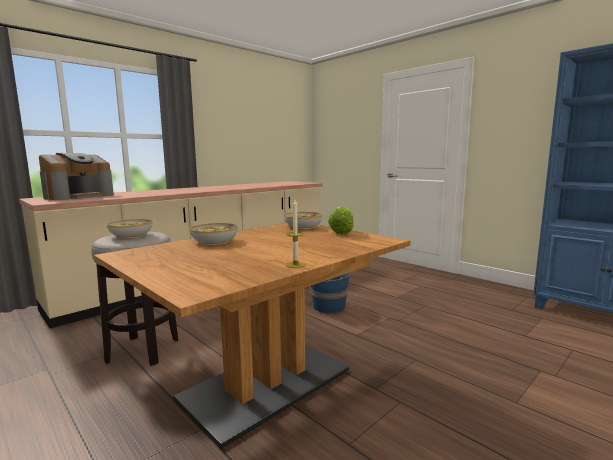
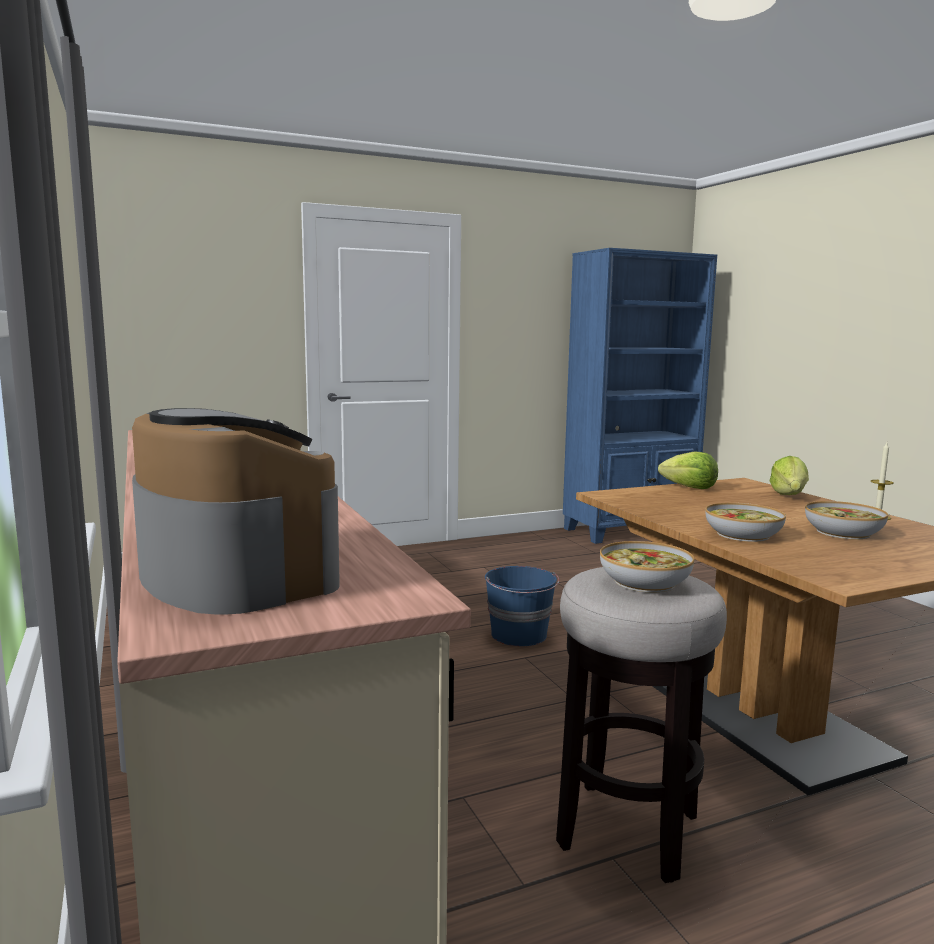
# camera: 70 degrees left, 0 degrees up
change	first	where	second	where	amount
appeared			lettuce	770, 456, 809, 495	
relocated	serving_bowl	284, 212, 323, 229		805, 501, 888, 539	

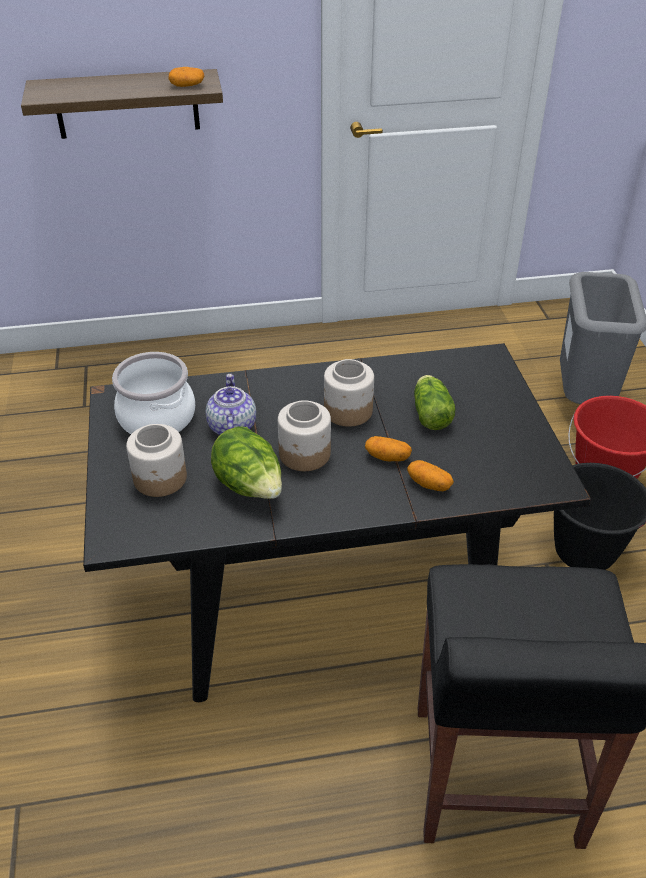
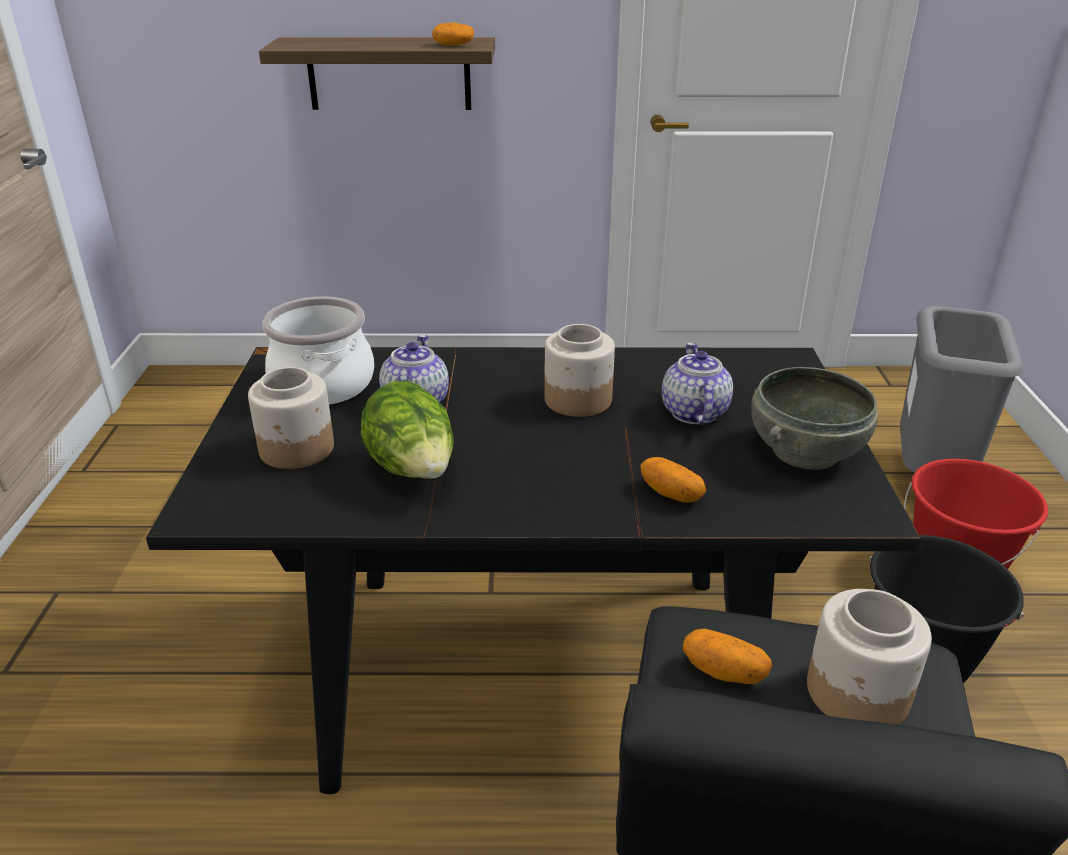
# camera: 10 degrees right, 10 degrees down
change	first	where	second	where	amount
exchanged	lettuce	414, 375, 455, 430	tea_pot	662, 342, 733, 425	
relocated	potato	365, 436, 412, 461		683, 629, 772, 684	
appeared			grey_serving_bowl	751, 367, 878, 470	
relocated	storage_jar	278, 400, 331, 471		807, 589, 932, 724	

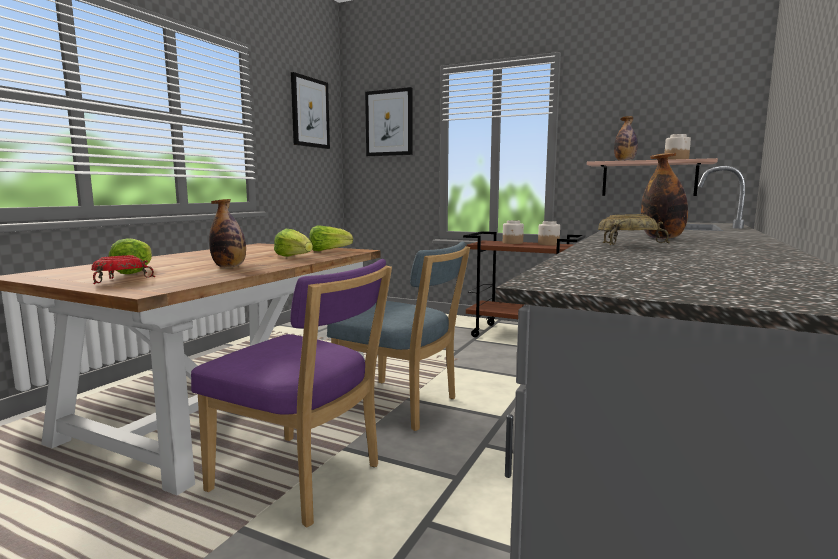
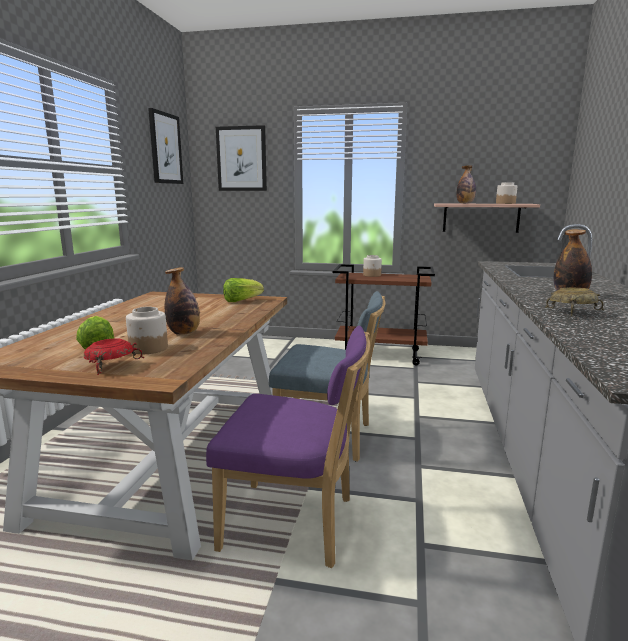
# camera: 15 degrees left, 5 degrees up
change	first	where	second	where	amount
relocated	storage_jar	538, 221, 560, 246		126, 307, 168, 354	
missing	lettuce	274, 229, 313, 257			

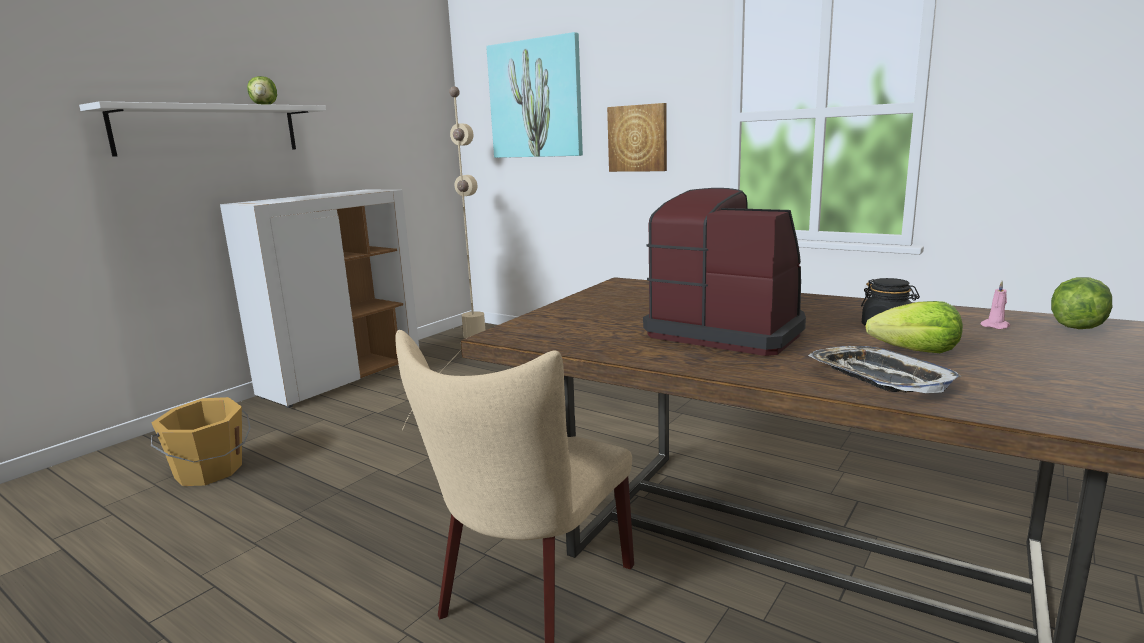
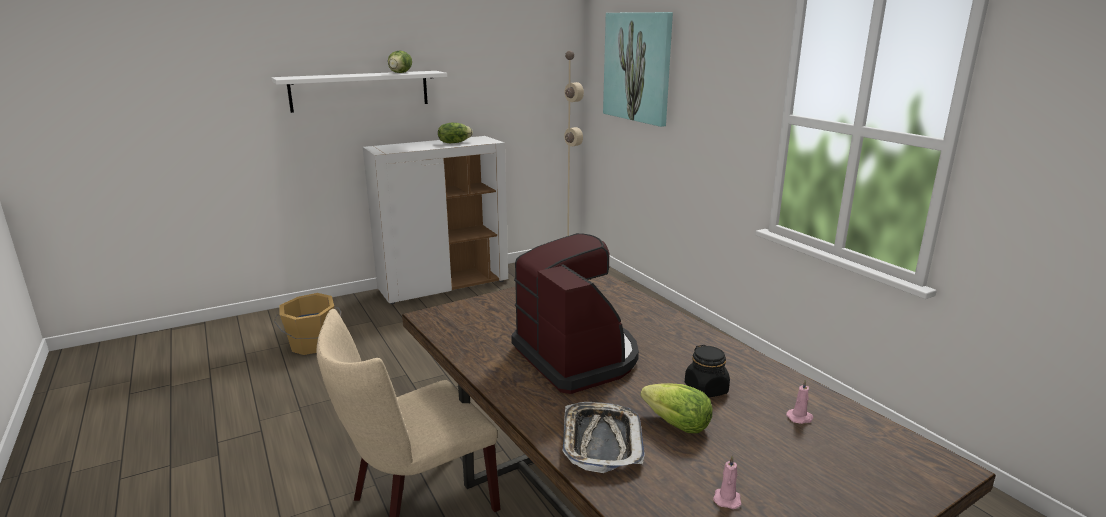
# camera: 25 degrees right, 5 degrees up
change	first	where	second	where	amount
relocated	lettuce	1051, 277, 1112, 329		438, 123, 473, 143	
appeared			pink-coloured_candle	713, 455, 741, 509	
missing	wall_art	607, 103, 667, 172			

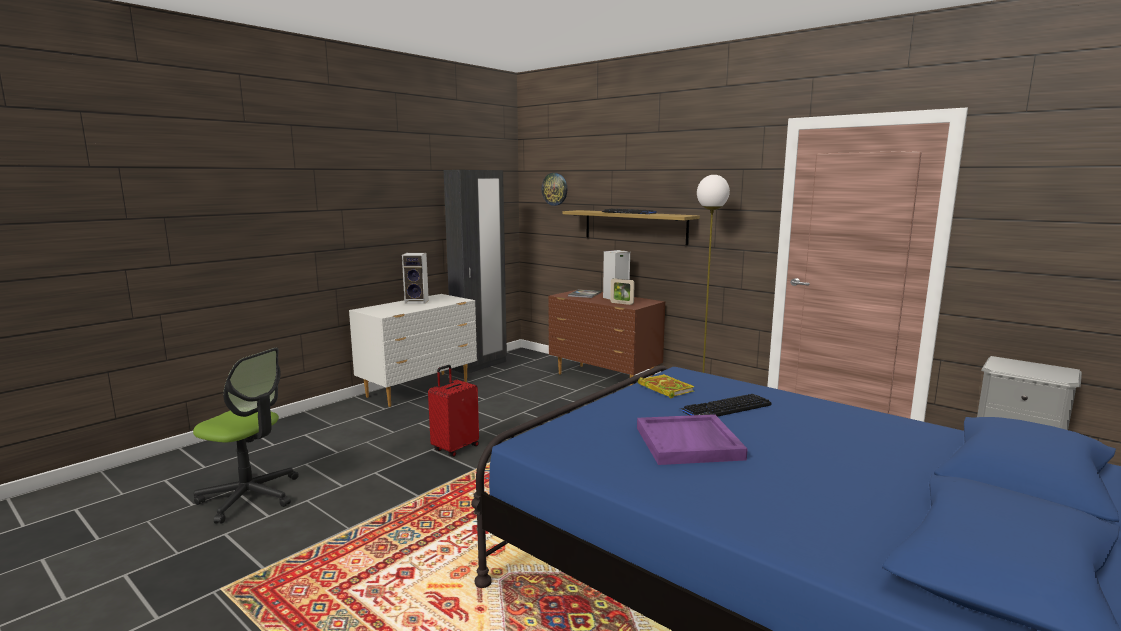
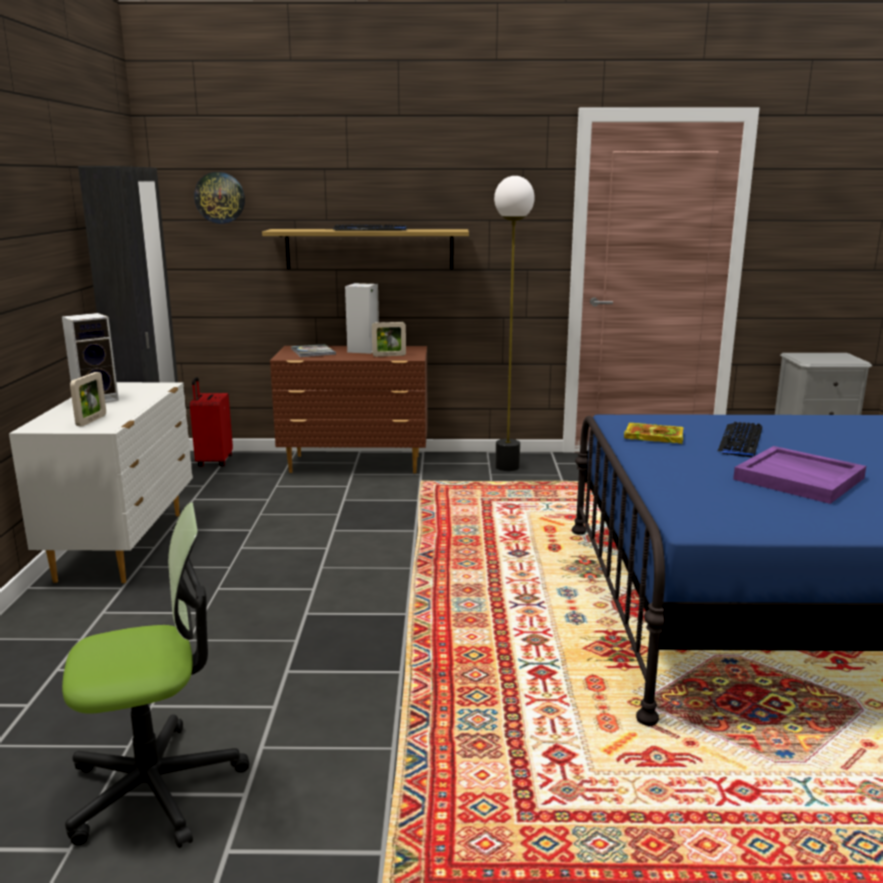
# camera: 40 degrees left, 5 degrees up
change	first	where	second	where	amount
appeared			picture_frame	70, 372, 106, 426	
relocated	red-coloured_piece_of_luggage	428, 365, 479, 457		190, 377, 233, 467	

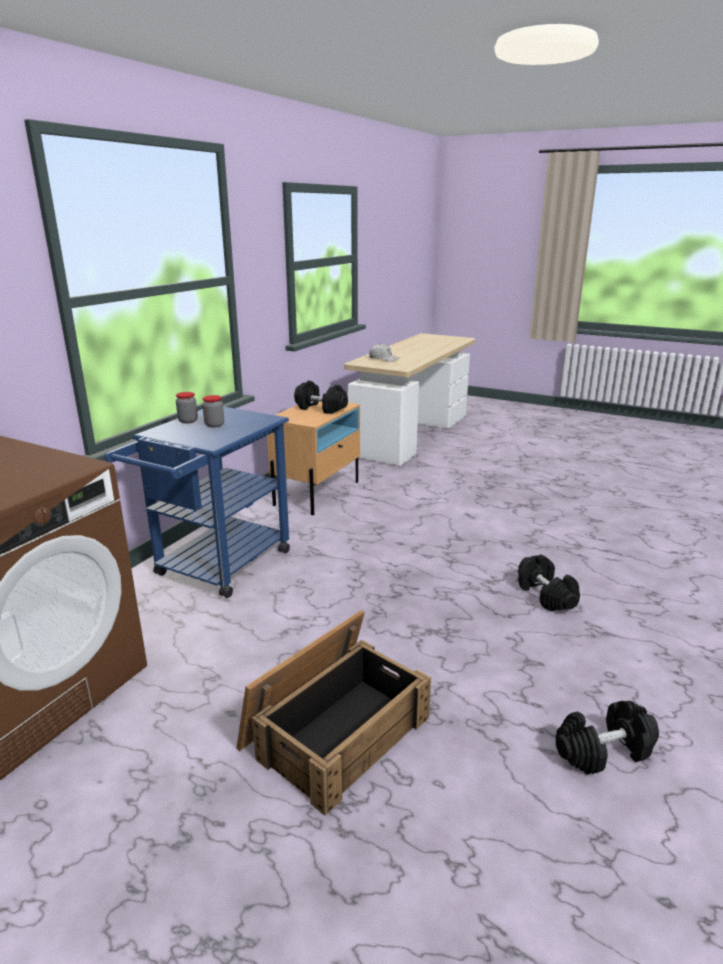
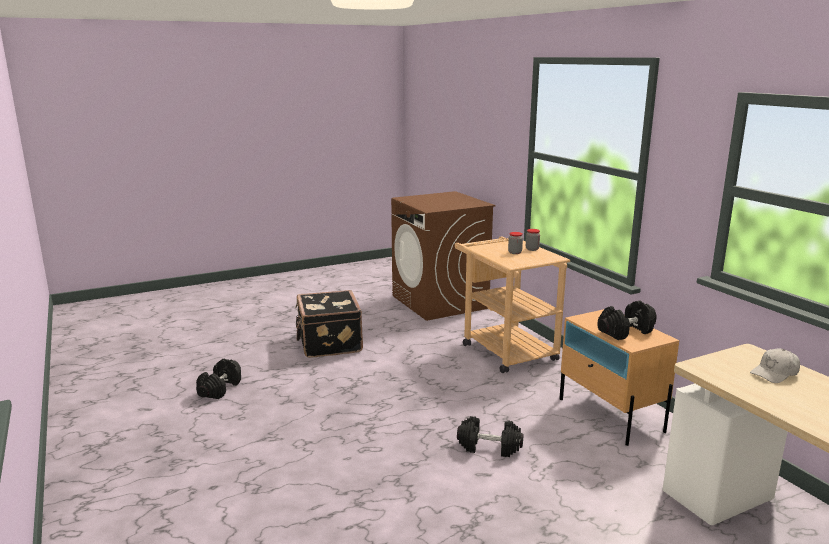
# camera: 125 degrees right, 5 degrees down
change	first	where	second	where	amount
exchanged	crate	237, 610, 431, 816	blackish_piece_of_luggage	295, 290, 363, 358	
colour	blue-coloured_wheeled_cart	104, 407, 290, 598	beige-coloured_wheeled_cart	455, 236, 570, 373	
relocated	blackish_free_weight	518, 554, 580, 611		457, 416, 524, 457	

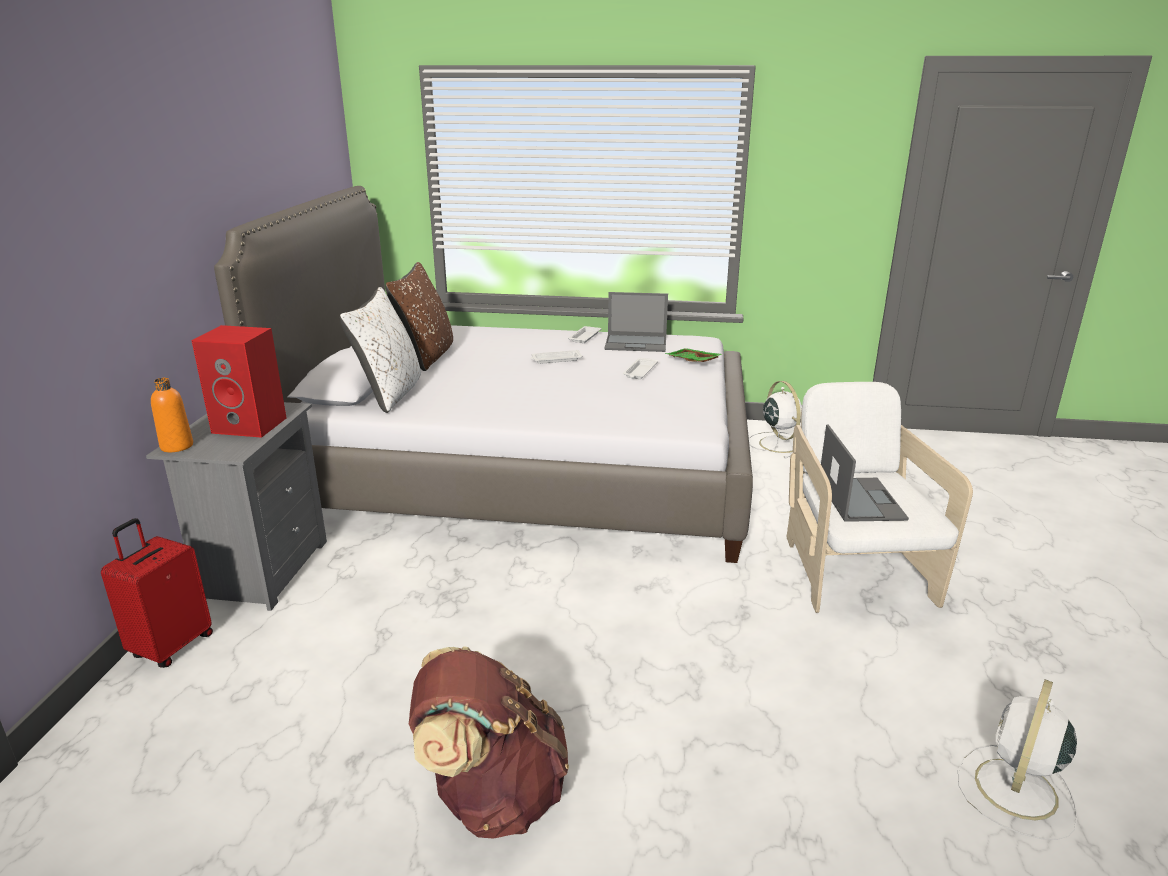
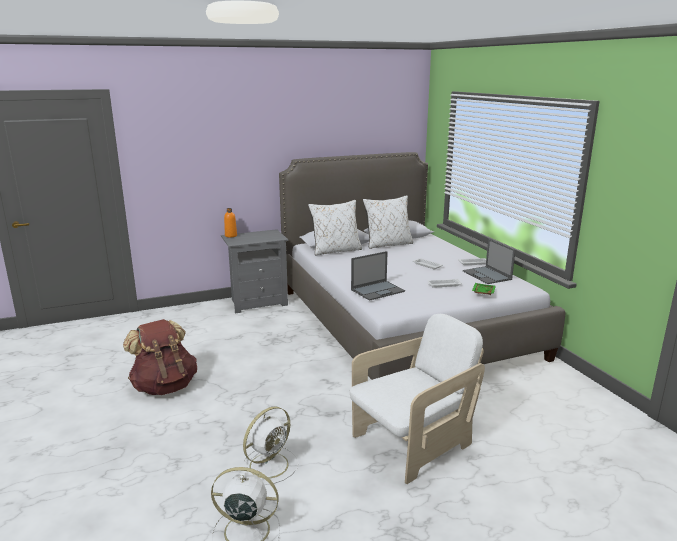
# camera: 60 degrees right, 5 degrees down
change	first	where	second	where	amount
relocated	white-coloured_electric_fan	749, 381, 802, 458		239, 406, 299, 485	
relocated	notebook_computer	821, 424, 909, 522		351, 251, 405, 301	
colour	brownish_pillow	385, 262, 453, 371	white-coloured_pillow	363, 195, 413, 249	
missing	red-coloured_piece_of_luggage	101, 518, 213, 668			
missing	red-coloured_loudspeaker	191, 325, 286, 438			

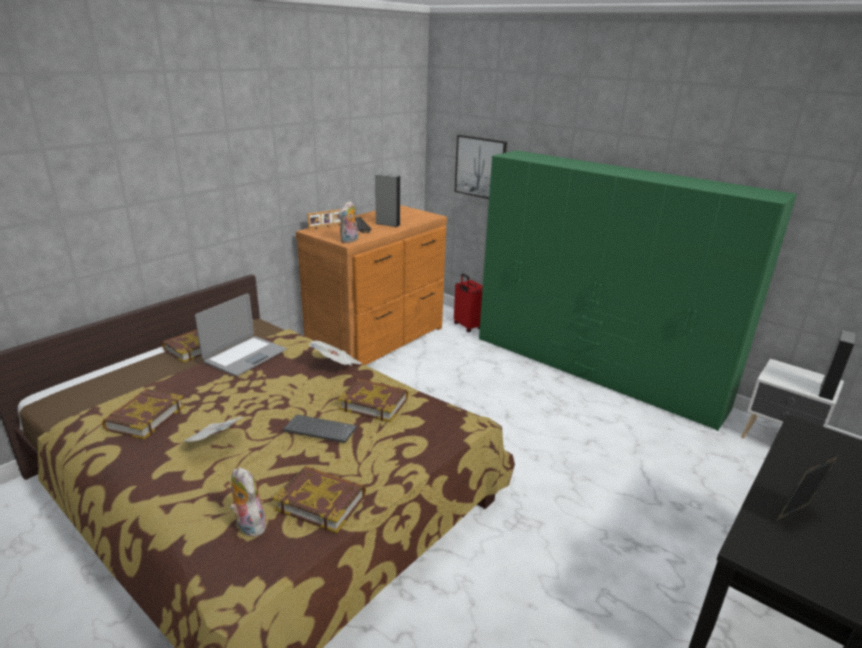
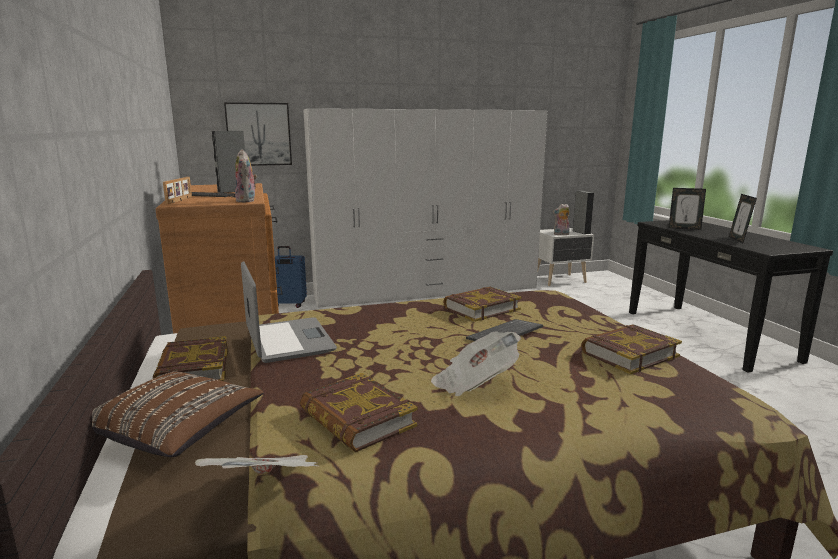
# camera: 55 degrees left, 10 degrees down
change	first	where	second	where	amount
appeared			brownish_pillow	92, 371, 264, 457	
relocated	newspaper	308, 341, 362, 366		195, 455, 318, 474	
colour	red-coloured_piece_of_luggage	454, 273, 483, 332	blue-coloured_piece_of_luggage	275, 246, 307, 308	
colour	green_wardrobe	479, 150, 797, 431	white-coloured_wardrobe	303, 108, 547, 308	
relocated	soft_toy	230, 467, 268, 537		553, 204, 570, 235	
appeared			picture_frame	669, 188, 706, 230	

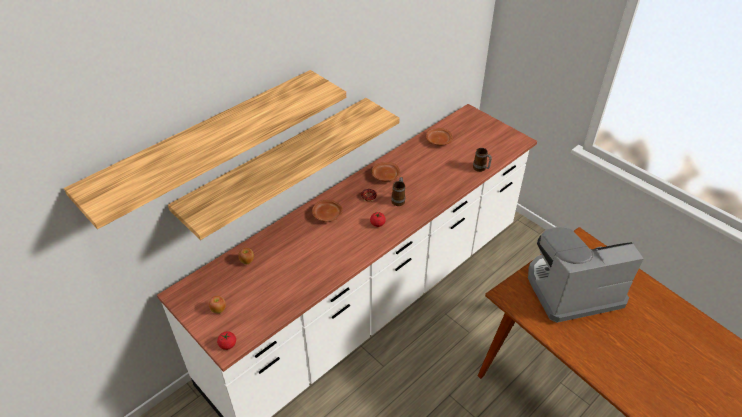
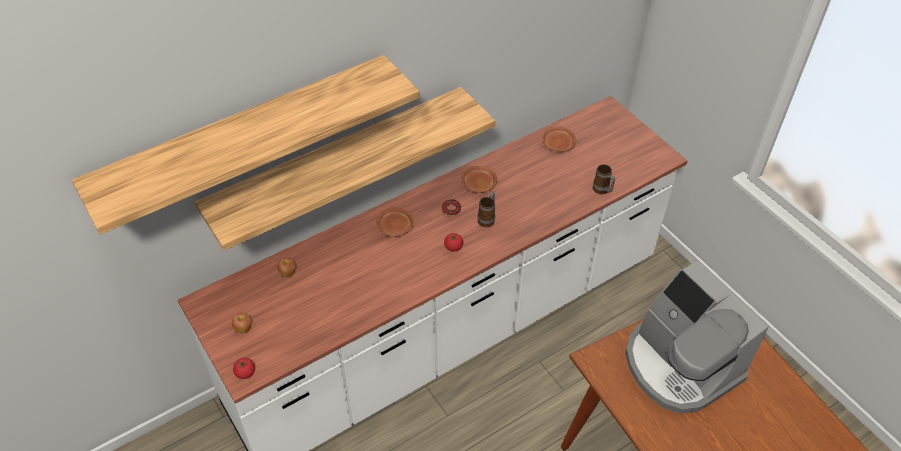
# camera: 10 degrees right, 5 degrees up
change	first	where	second	where	amount
spun	coffee_machine	528, 227, 644, 323		625, 261, 769, 414	120 degrees counterclockwise

